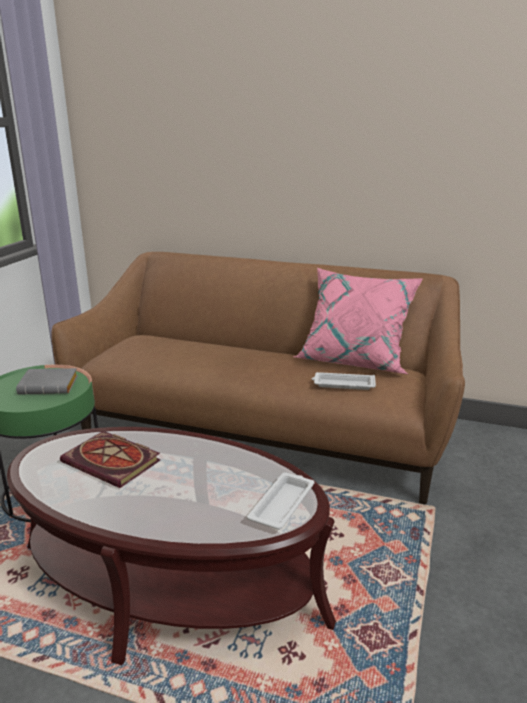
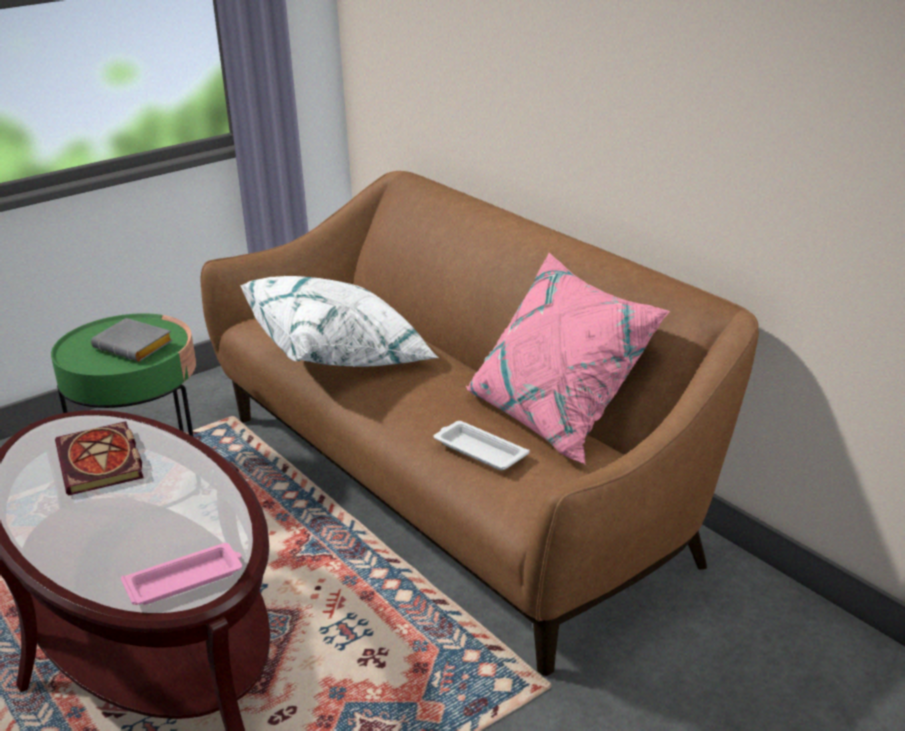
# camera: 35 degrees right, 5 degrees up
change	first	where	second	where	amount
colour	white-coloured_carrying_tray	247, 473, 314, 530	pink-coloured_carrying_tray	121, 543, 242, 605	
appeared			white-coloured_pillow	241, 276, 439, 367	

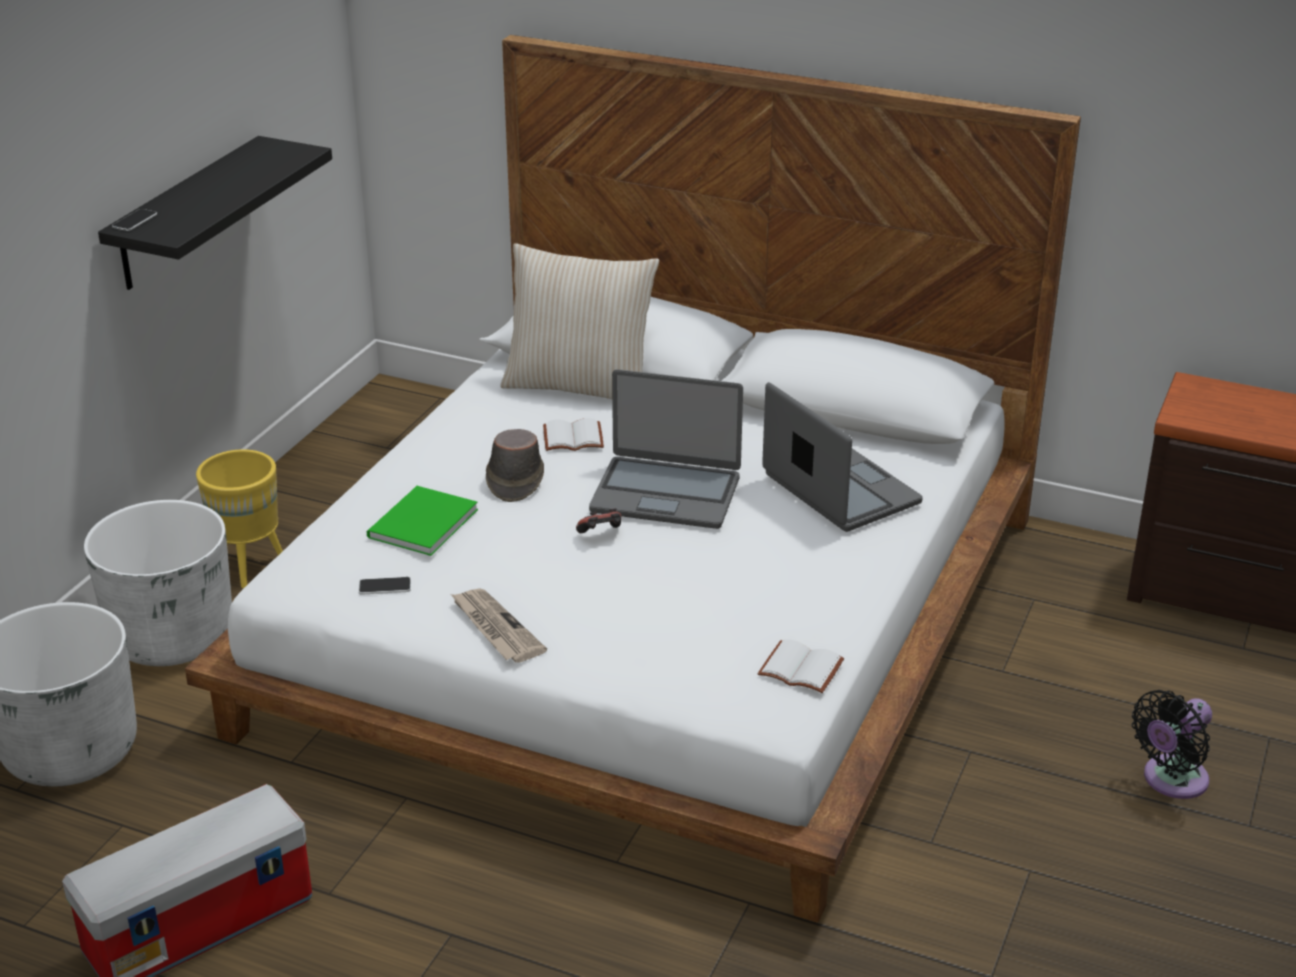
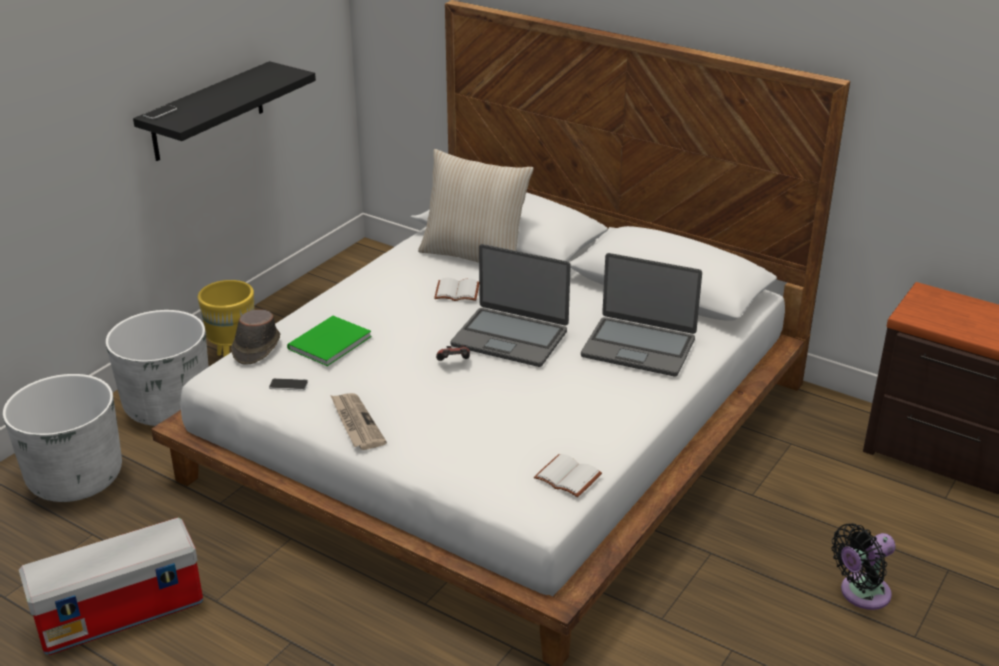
# camera: 10 degrees right, 0 degrees up
change	first	where	second	where	amount
relocated	brownish_clothing_hat	486, 429, 544, 502		231, 310, 280, 365	
spun	notebook_computer	762, 382, 923, 532		581, 253, 702, 376	135 degrees clockwise

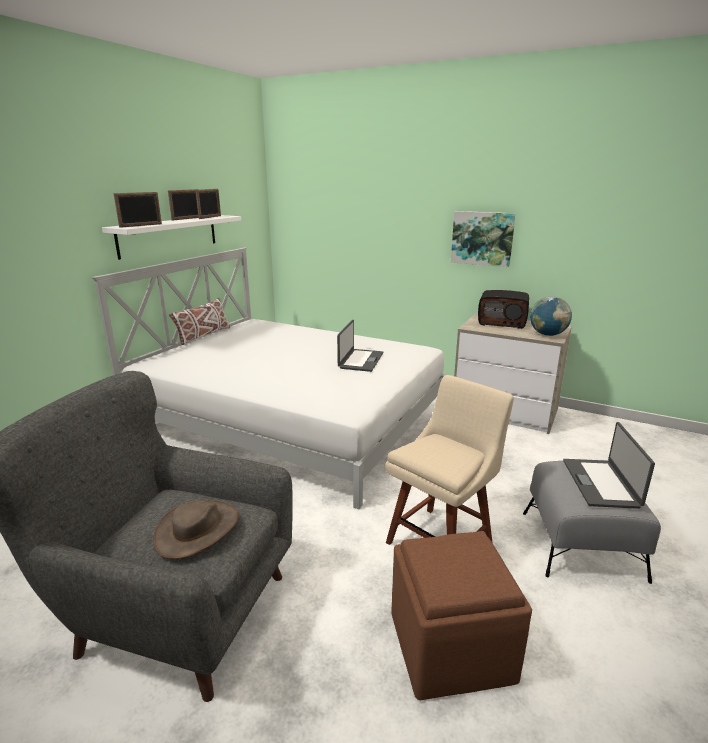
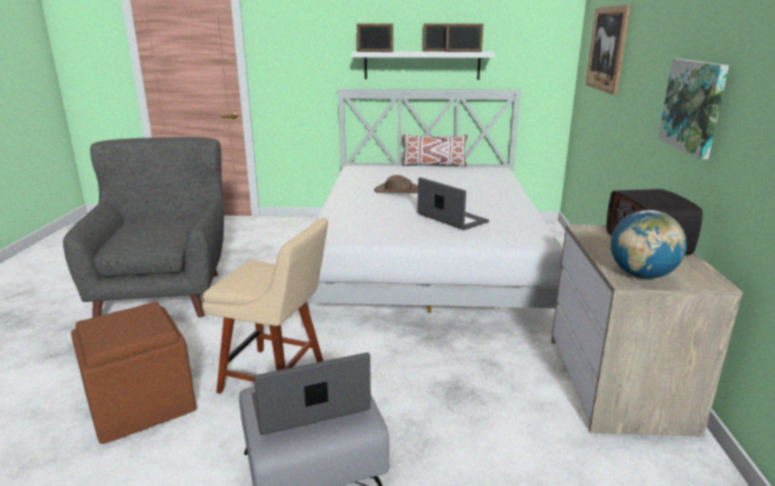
# camera: 65 degrees right, 0 degrees up
change	first	where	second	where	amount
relocated	brownish_clothing_hat	153, 500, 239, 559		374, 175, 418, 193	
spun	notebook_computer	337, 320, 383, 372		418, 177, 489, 230	120 degrees counterclockwise
appeared			wall_art	586, 5, 631, 95	

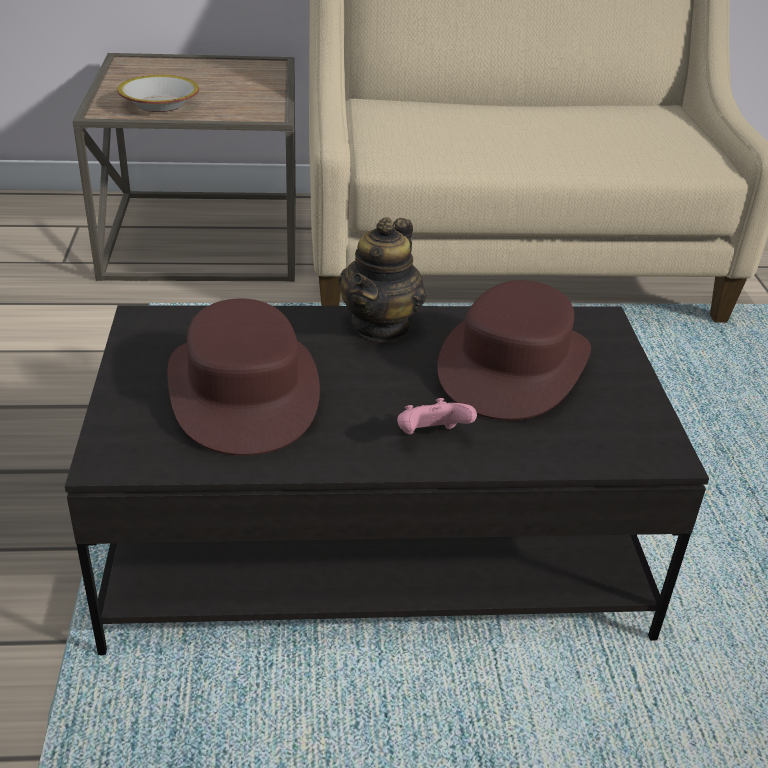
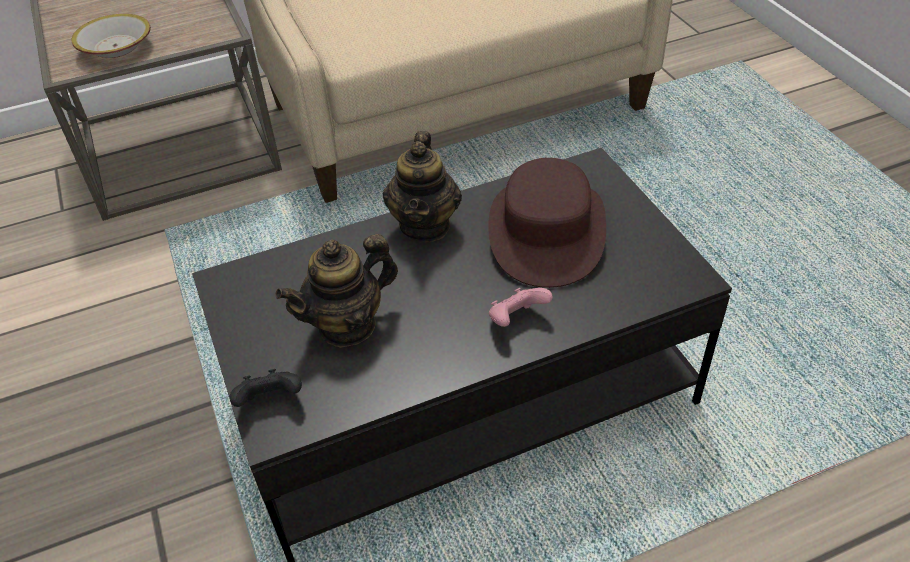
# camera: 15 degrees left, 10 degrees up
change	first	where	second	where	amount
appeared			blackish_gamepad	230, 369, 302, 407	
exchanged	brownish_clothing_hat	167, 298, 320, 456	tea_pot	275, 234, 398, 348	

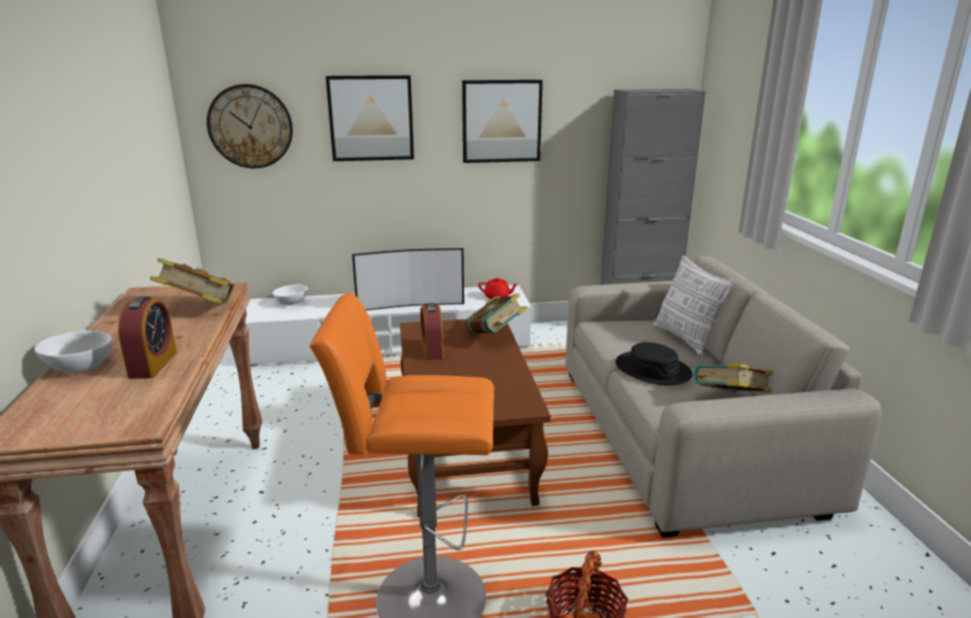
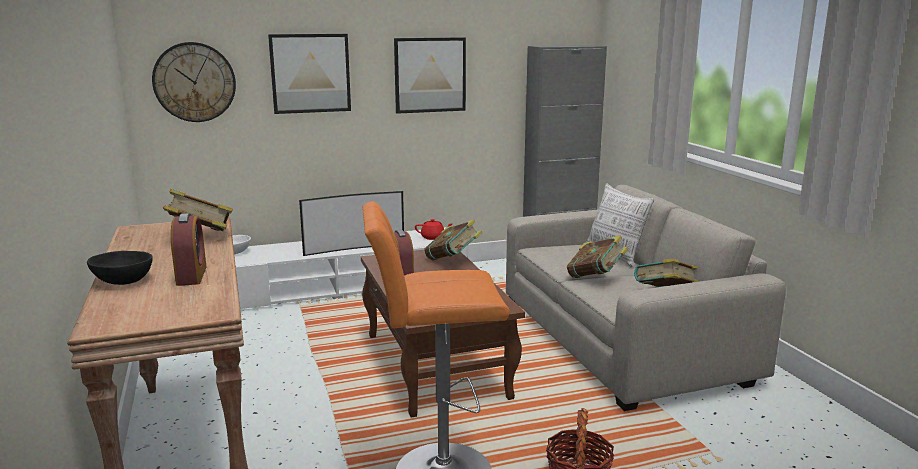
# camera: 10 degrees left, 5 degrees down
change	first	where	second	where	amount
colour	white-coloured_serving_bowl	34, 331, 112, 373	blackish_serving_bowl	87, 251, 153, 285	
exchanged	blackish_clothing_hat	615, 342, 693, 386	bound_book	567, 235, 628, 278	

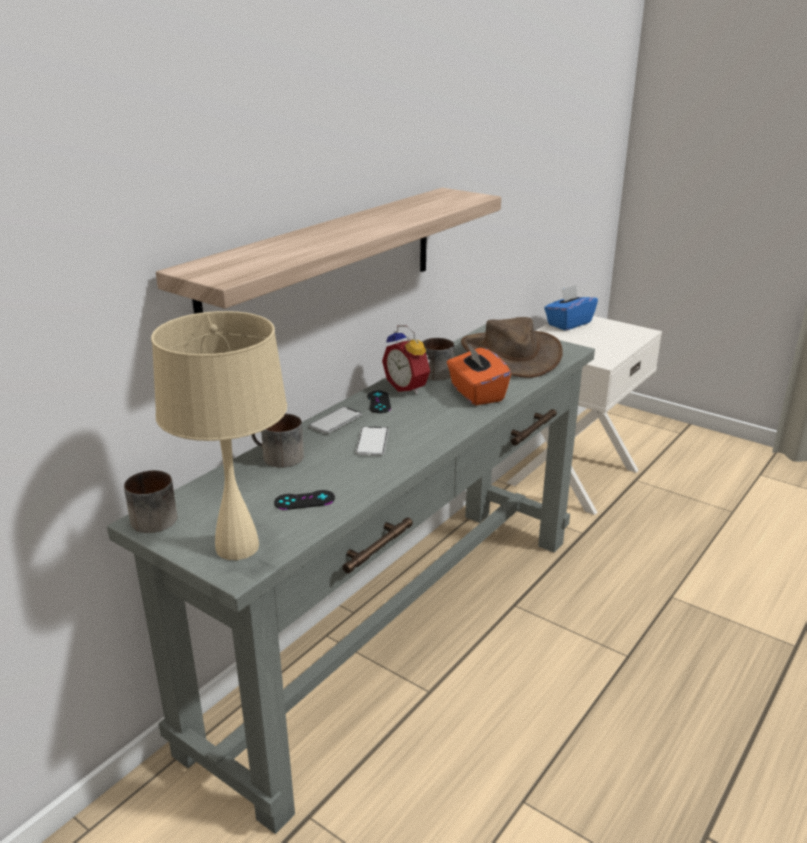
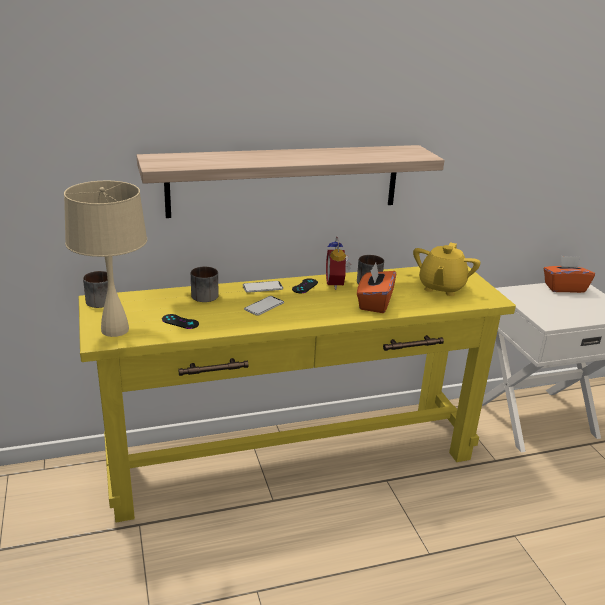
# camera: 35 degrees right, 0 degrees up
change	first	where	second	where	amount
colour	grey_narrow_table	107, 324, 595, 834	yellow-coloured_narrow_table	79, 266, 516, 522	
exchanged	brownish_clothing_hat	461, 317, 563, 378	yellow-coloured_tea_pot	413, 242, 481, 296	
colour	blue-coloured_box_of_tissues	544, 285, 598, 331	orange_box_of_tissues	544, 256, 595, 293	

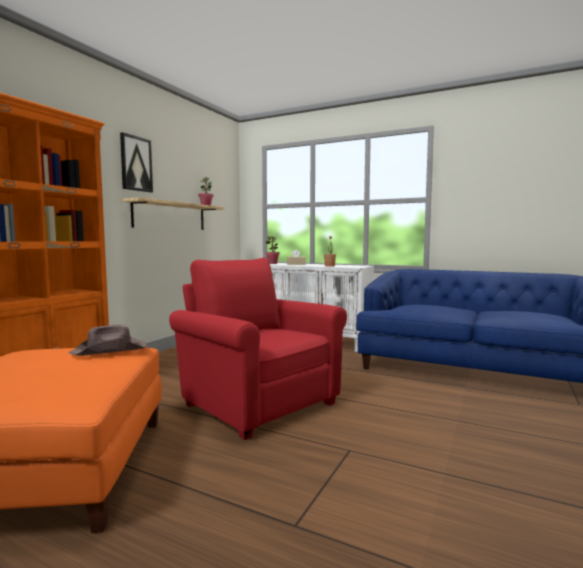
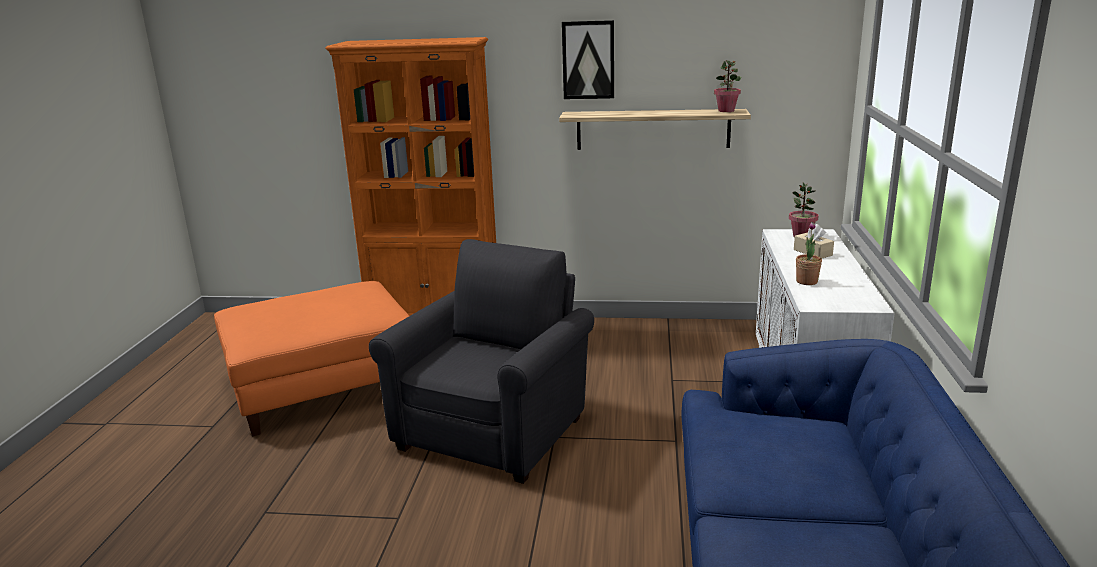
# camera: 70 degrees right, 15 degrees up
change	first	where	second	where	amount
colour	red-coloured_lounge_chair	169, 257, 347, 440	grey_lounge_chair	369, 239, 594, 484	
missing	brownish_clothing_hat	69, 325, 147, 356			

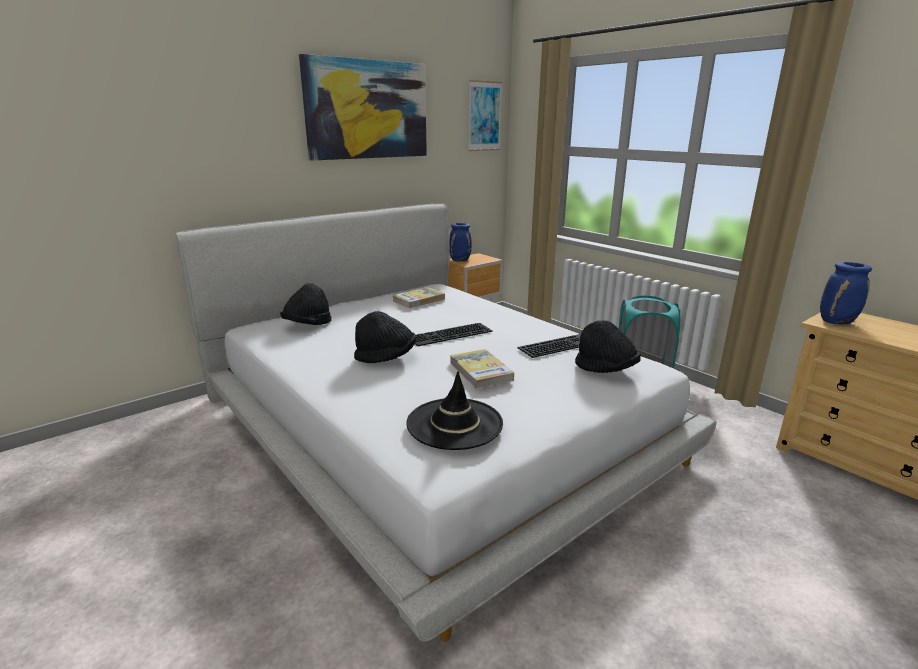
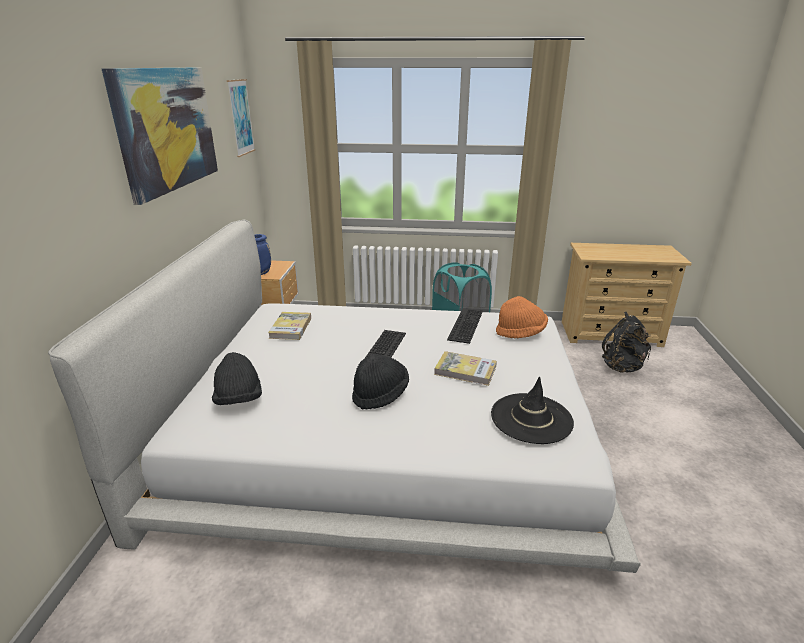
# camera: 45 degrees left, 5 degrees up
change	first	where	second	where	amount
colour	blackish_clothing_hat	575, 320, 641, 373	orange_clothing_hat	496, 296, 548, 339	
appeared			blackish_backpack	602, 312, 651, 373	
missing	blue-coloured_vase	820, 262, 872, 324			

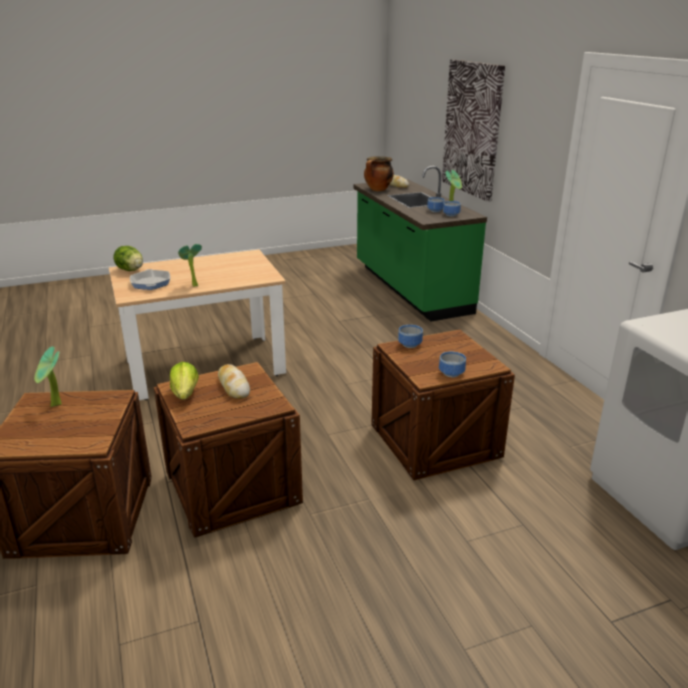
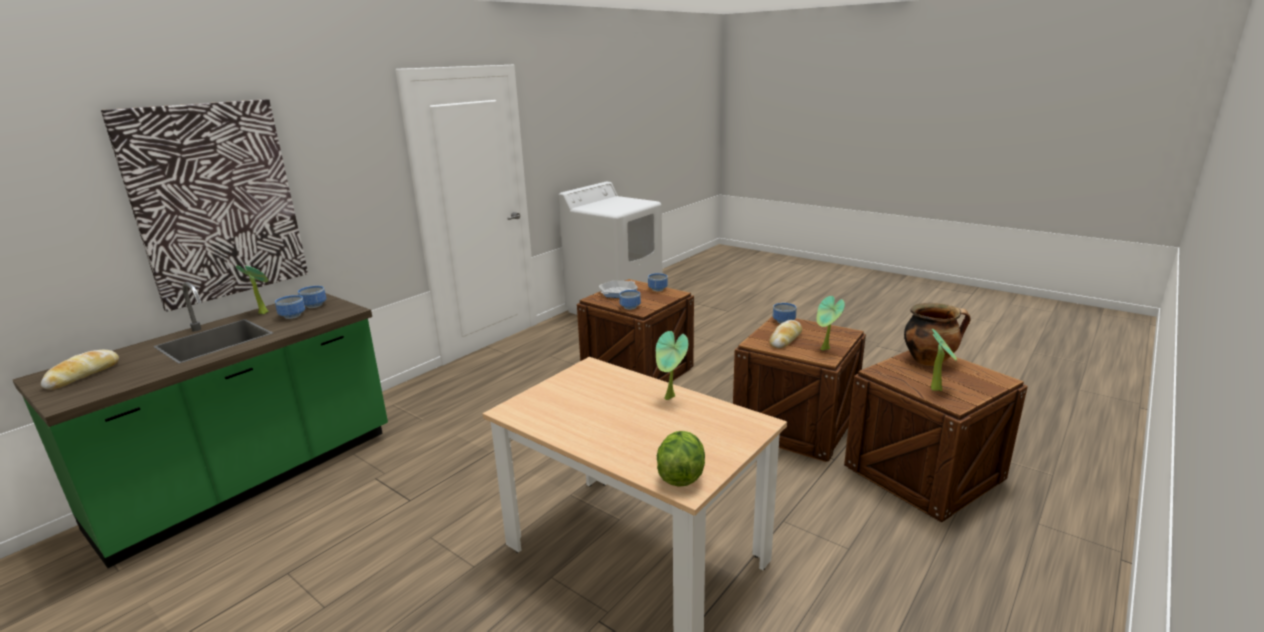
# camera: 120 degrees left, 5 degrees down
change	first	where	second	where	amount
relocated	frying_pan	130, 269, 170, 290		599, 281, 638, 298	
appeared			serving_bowl	773, 303, 796, 324	
exchanged	lettuce	170, 362, 199, 400	potted_plant	817, 296, 845, 351	
relocated	stockpot	364, 156, 394, 191		904, 303, 971, 366	

